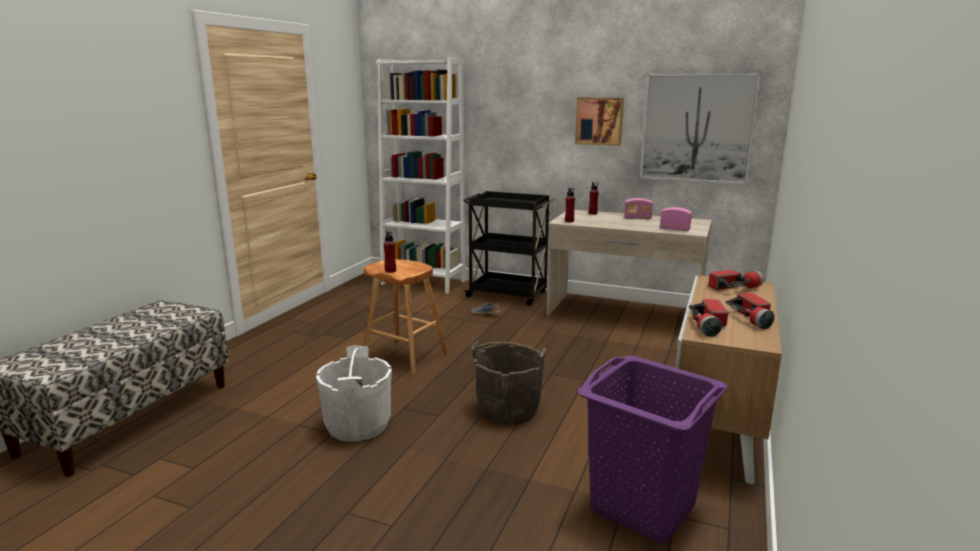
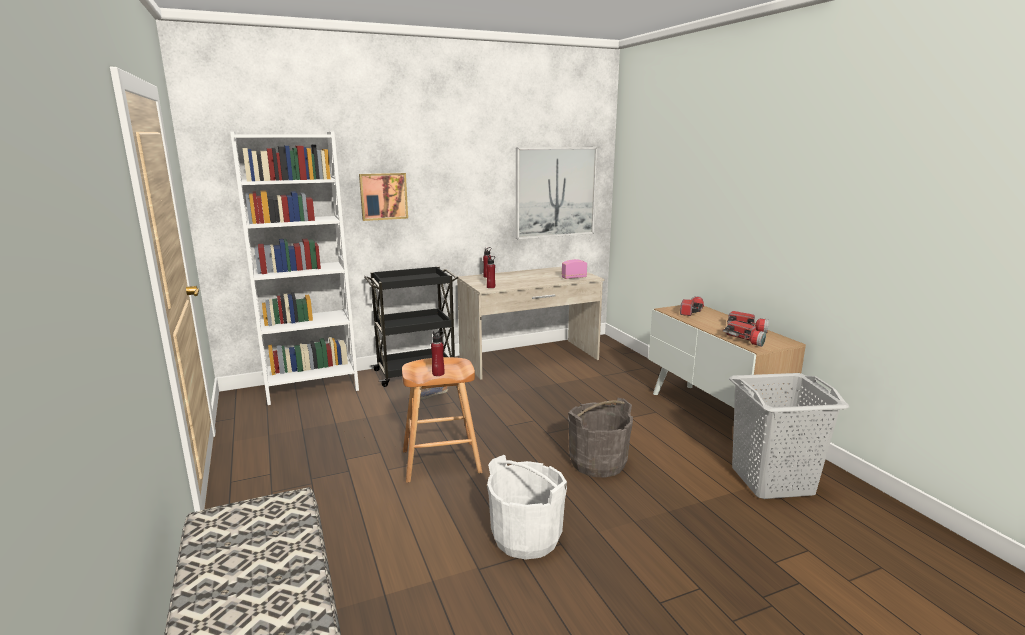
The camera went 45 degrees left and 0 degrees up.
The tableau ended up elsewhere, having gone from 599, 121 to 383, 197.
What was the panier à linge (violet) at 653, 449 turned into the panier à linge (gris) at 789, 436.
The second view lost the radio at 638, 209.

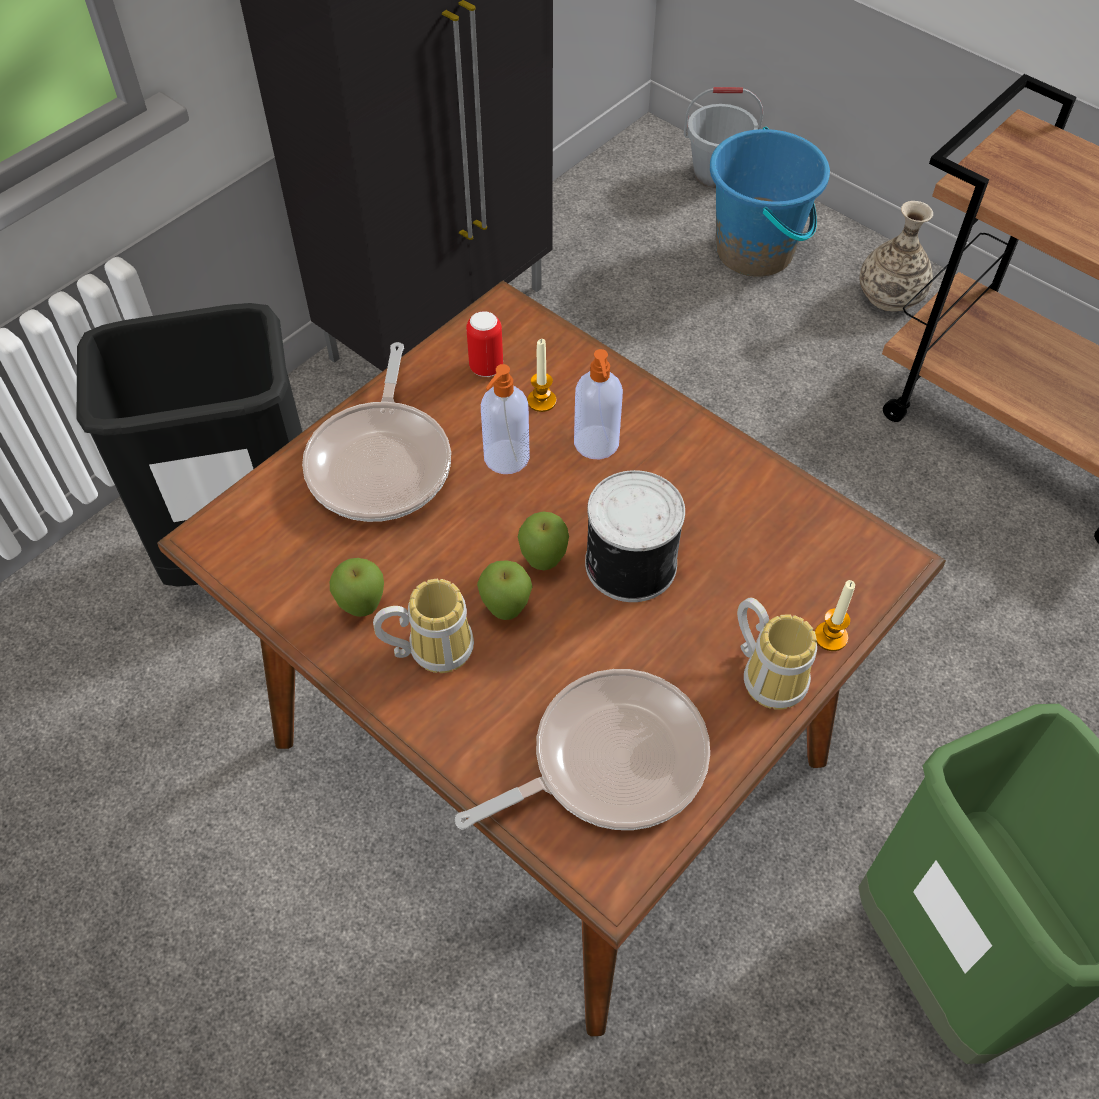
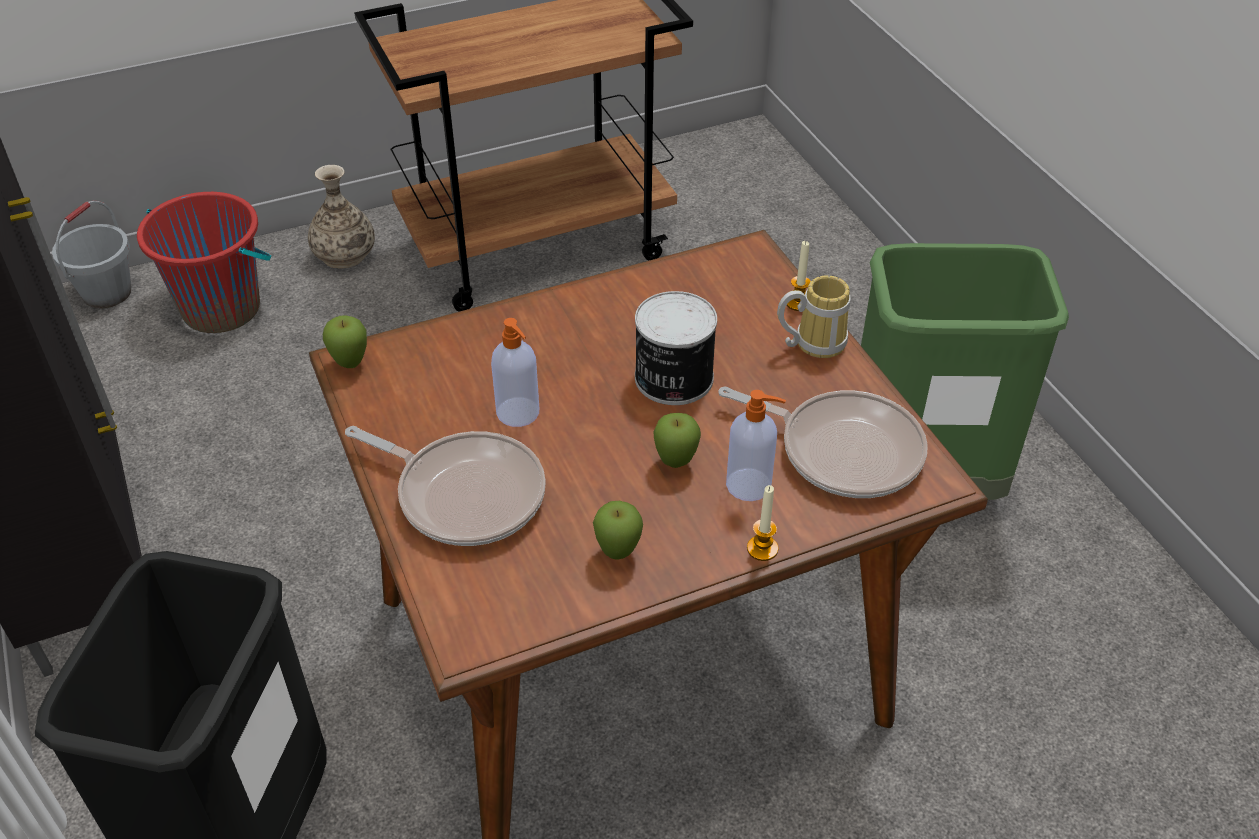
The camera went 65 degrees left and 10 degrees down.
The second view lost the mug at 423, 626.
The poêle at 582, 749 ended up facing another way, 120 degrees clockwise from before.
The second view lost the boîte métallique at 484, 344.
The pomme ended up elsewhere, having gone from 543, 540 to 345, 341.
The bougie ended up elsewhere, having gone from 541, 375 to 763, 523.
The distributeur de savon ended up elsewhere, having gone from 598, 404 to 756, 445.
What was the seau (bleu) at 770, 202 turned into the seau (rouge) at 204, 262.

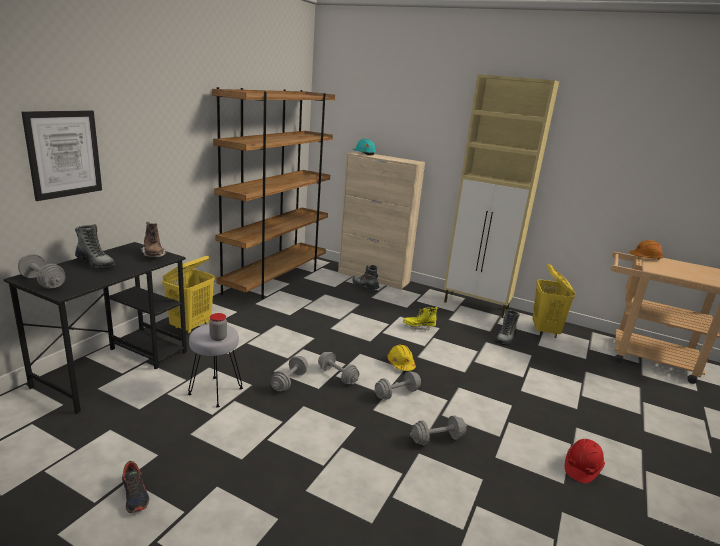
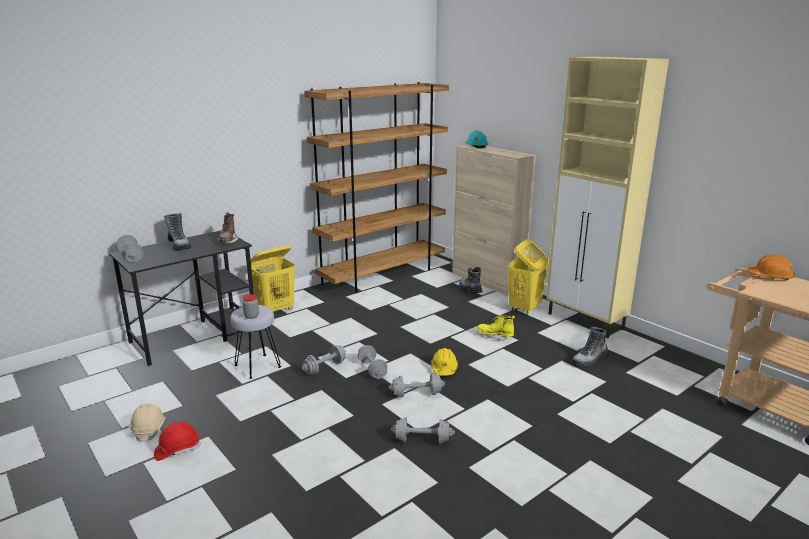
The camera went 25 degrees right and 0 degrees up.
The second view lost the tableau at 61, 155.
Where the chaussure stood at 135, 487, the casque de chantier (beige) came to stand at 147, 423.
The panier à linge (jaune) ended up elsewhere, having gone from 553, 301 to 528, 277.
The casque de chantier (rouge) ended up elsewhere, having gone from 585, 461 to 177, 441.

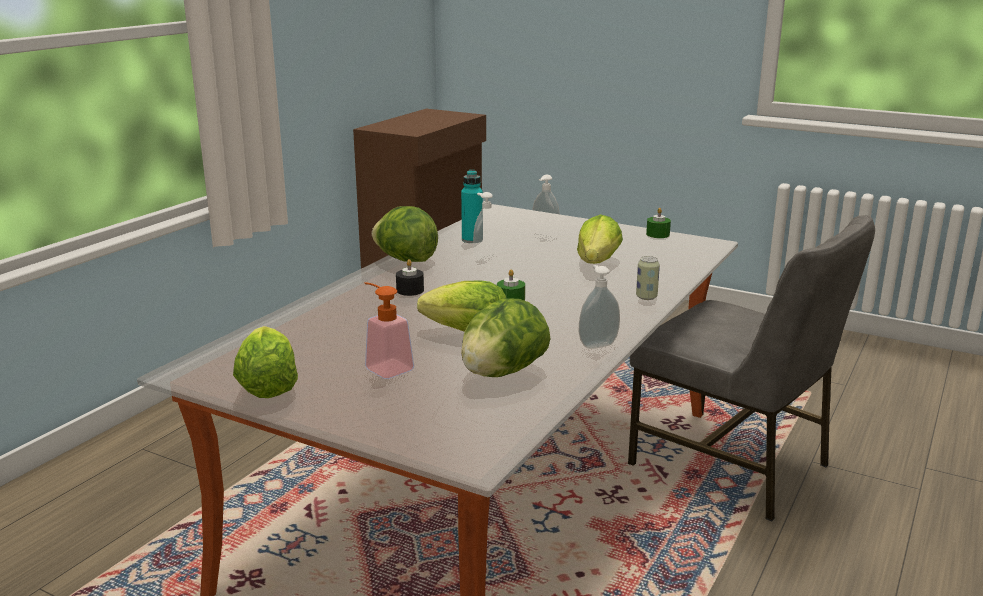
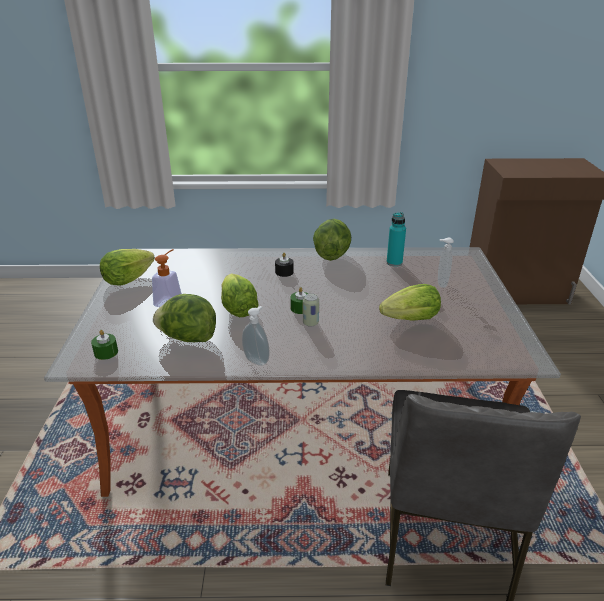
The camera went 60 degrees right and 10 degrees up.
The second view lost the distributeur de savon at 486, 225.
The boîte métallique ended up elsewhere, having gone from 648, 278 to 311, 310.
The bougie (vert) ended up elsewhere, having gone from 658, 223 to 104, 345.

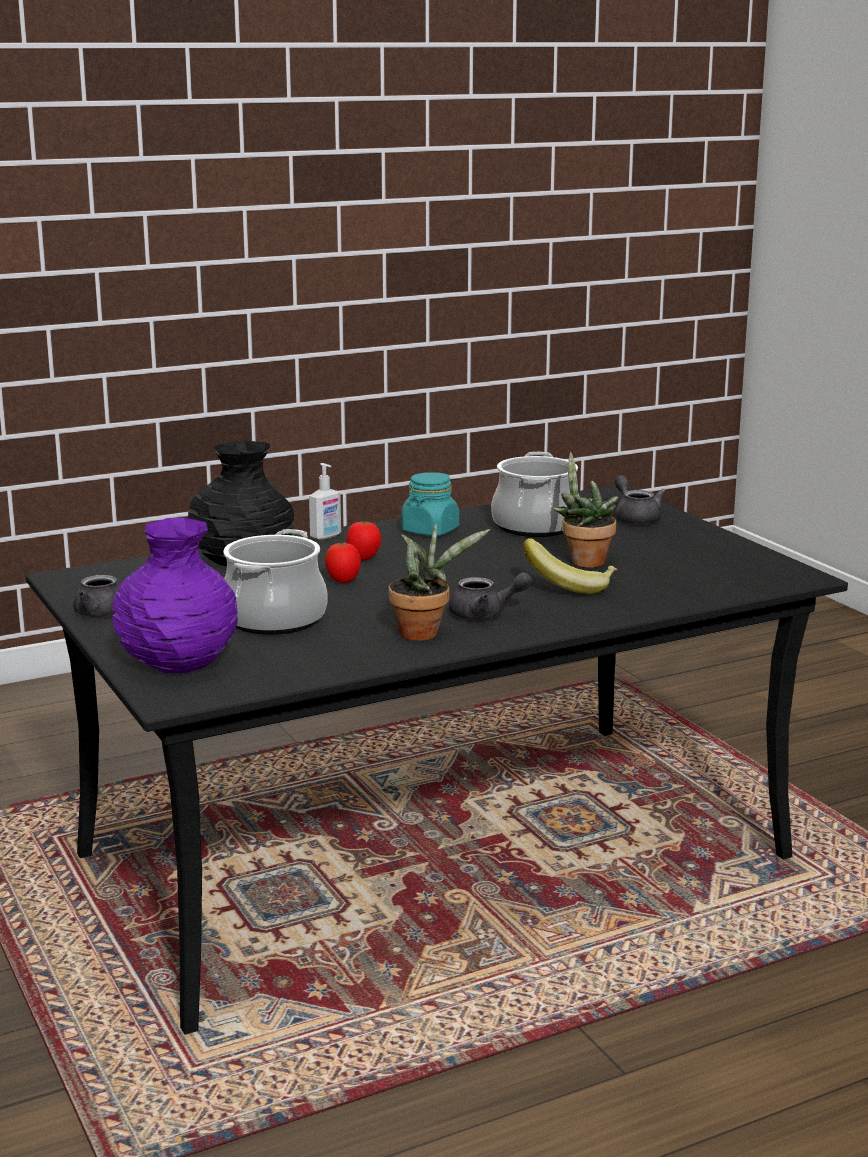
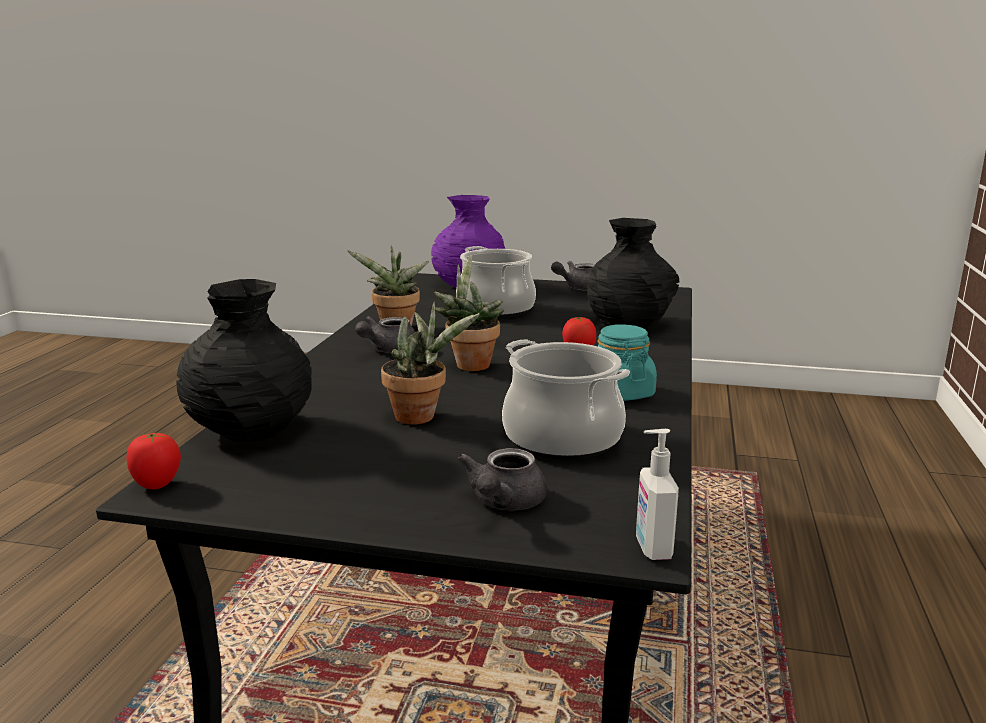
The camera went 130 degrees right and 0 degrees up.
The distributeur de savon ended up elsewhere, having gone from 325, 501 to 657, 494.
The tomate ended up elsewhere, having gone from 343, 562 to 154, 460.
The second view lost the banane at 570, 566.
The théière (gris) at 640, 500 ended up facing another way, 90 degrees clockwise from before.
The second view gained the vase (noir) at 244, 360.
The second view gained the plante en pot at 469, 313.

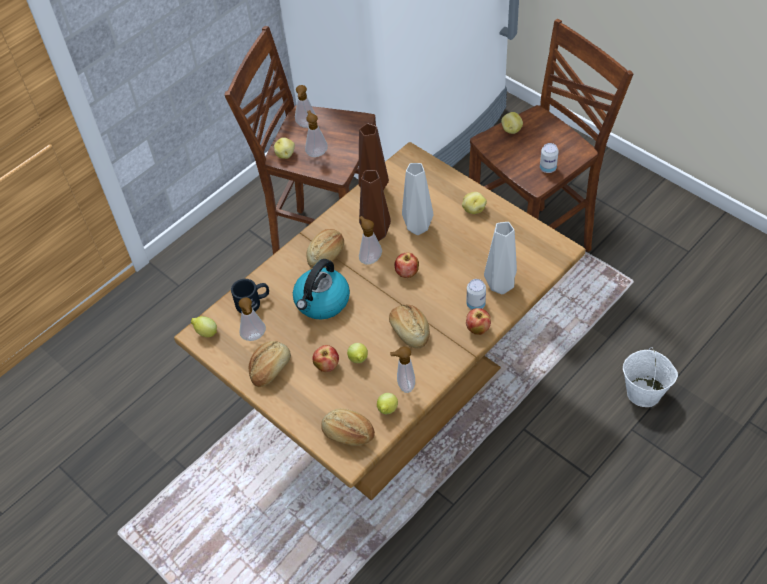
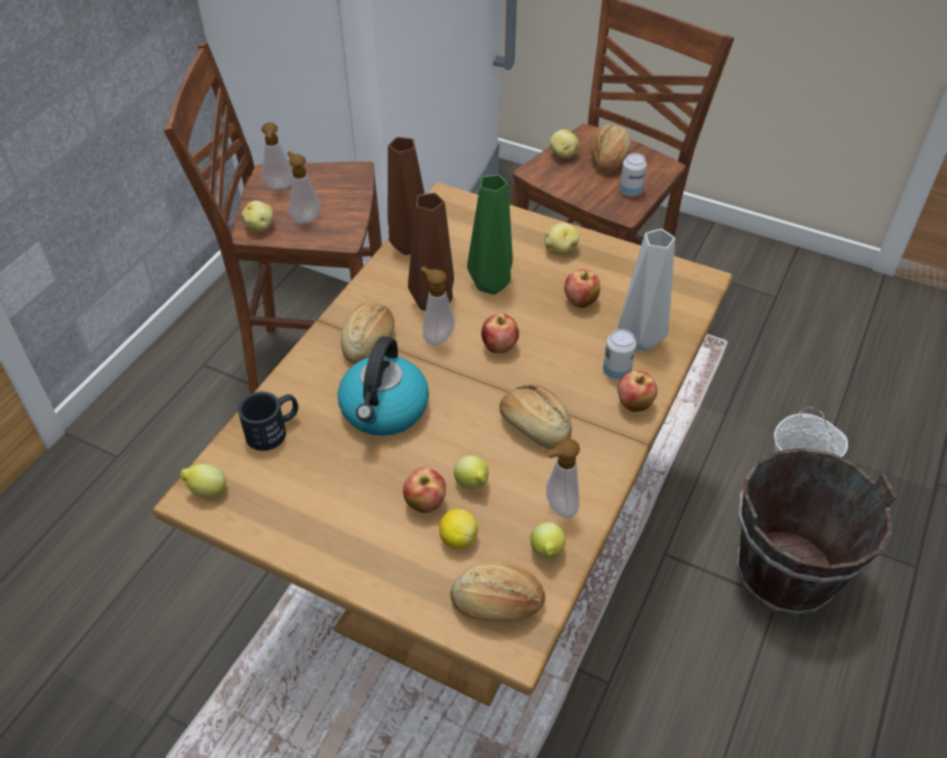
The camera went 20 degrees left and 5 degrees down.
The second view lost the distributeur de savon at 252, 319.
The pain ended up elsewhere, having gone from 270, 364 to 611, 148.
What was the vase (gris) at 418, 199 turned into the vase (vert) at 490, 235.
The second view gained the citron at 458, 529.
The second view gained the pomme at 582, 288.
The second view gained the seau (marron) at 817, 532.

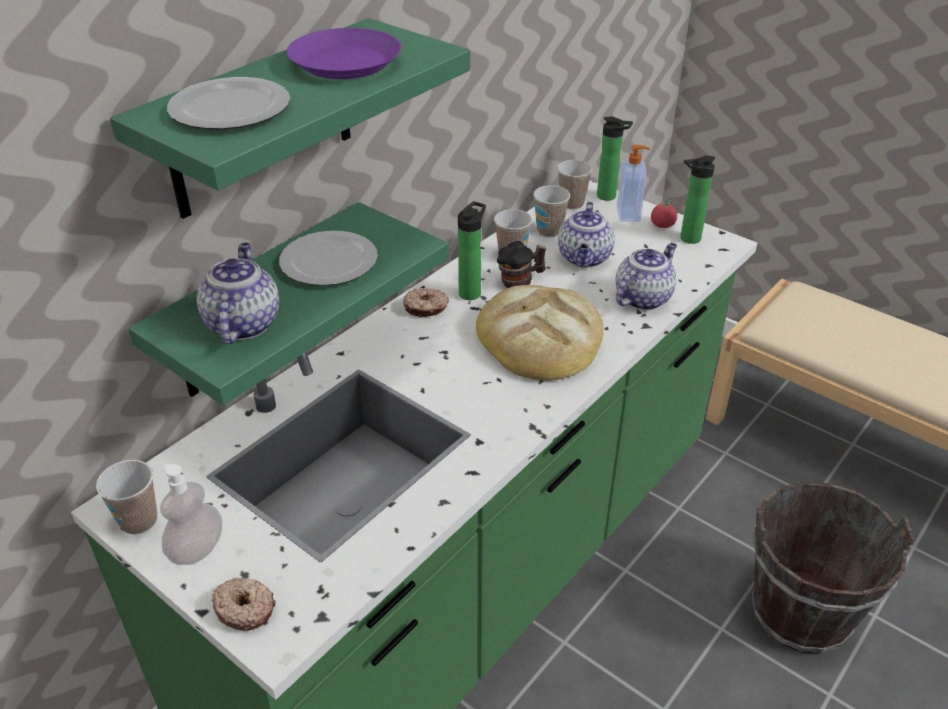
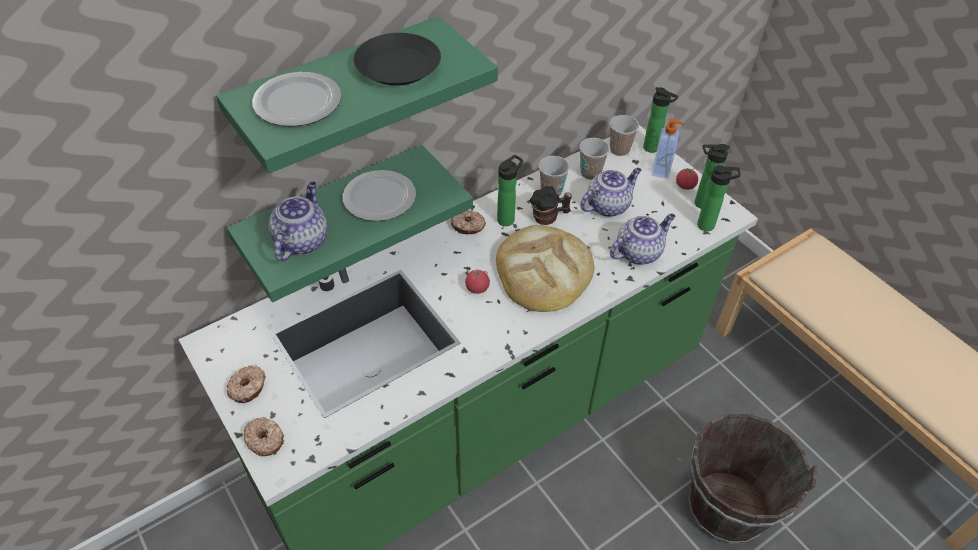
The camera went 15 degrees right and 10 degrees up.
The second view lost the tasse at 126, 497.
Where the distributeur de savon stood at 191, 514, the beignet came to stand at 246, 384.
What was the assiette (violet) at 344, 53 turned into the assiette (noir) at 397, 59.
The théière at 586, 234 ended up facing another way, 150 degrees counterclockwise from before.
The second view gained the tomate at 477, 282.
The second view gained the bouteille at 719, 198.

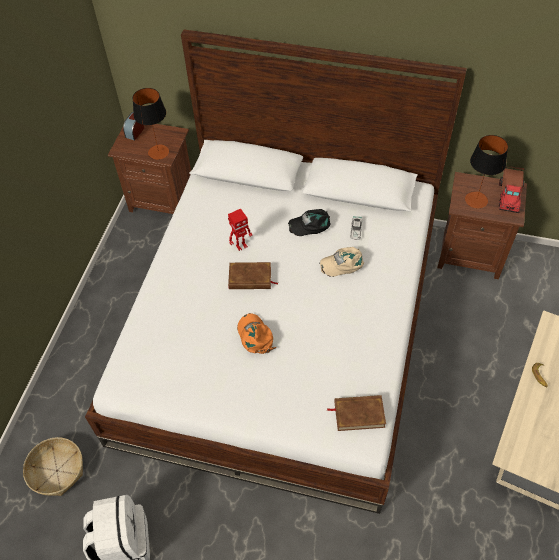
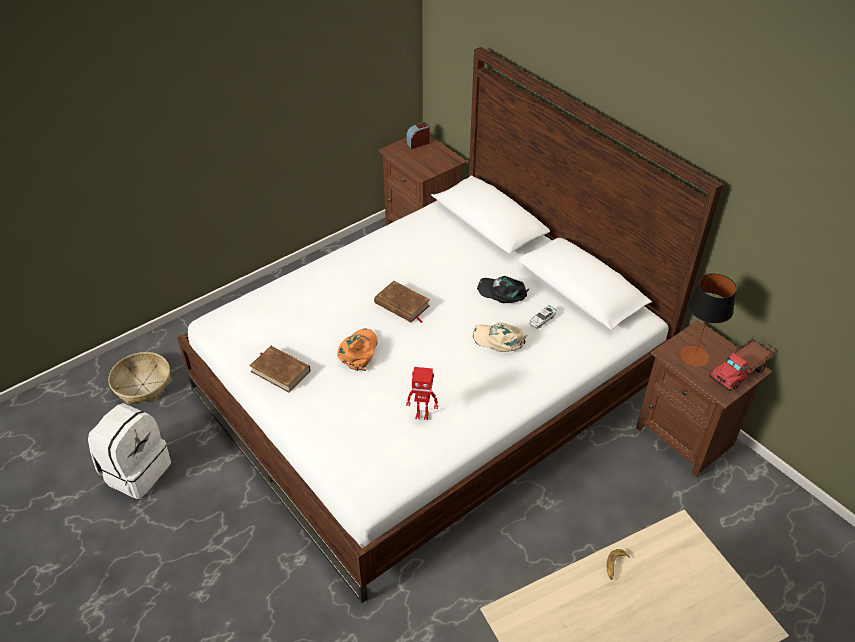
The camera went 35 degrees right and 10 degrees down.
The second view lost the lampe de table at 151, 124.
The robot jouet ended up elsewhere, having gone from 240, 230 to 422, 393.
The livre (marron) ended up elsewhere, having gone from 356, 413 to 279, 369.

